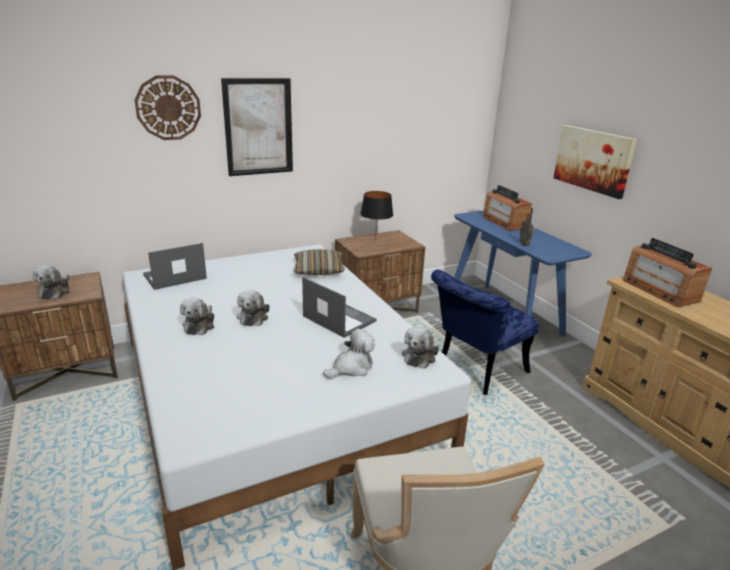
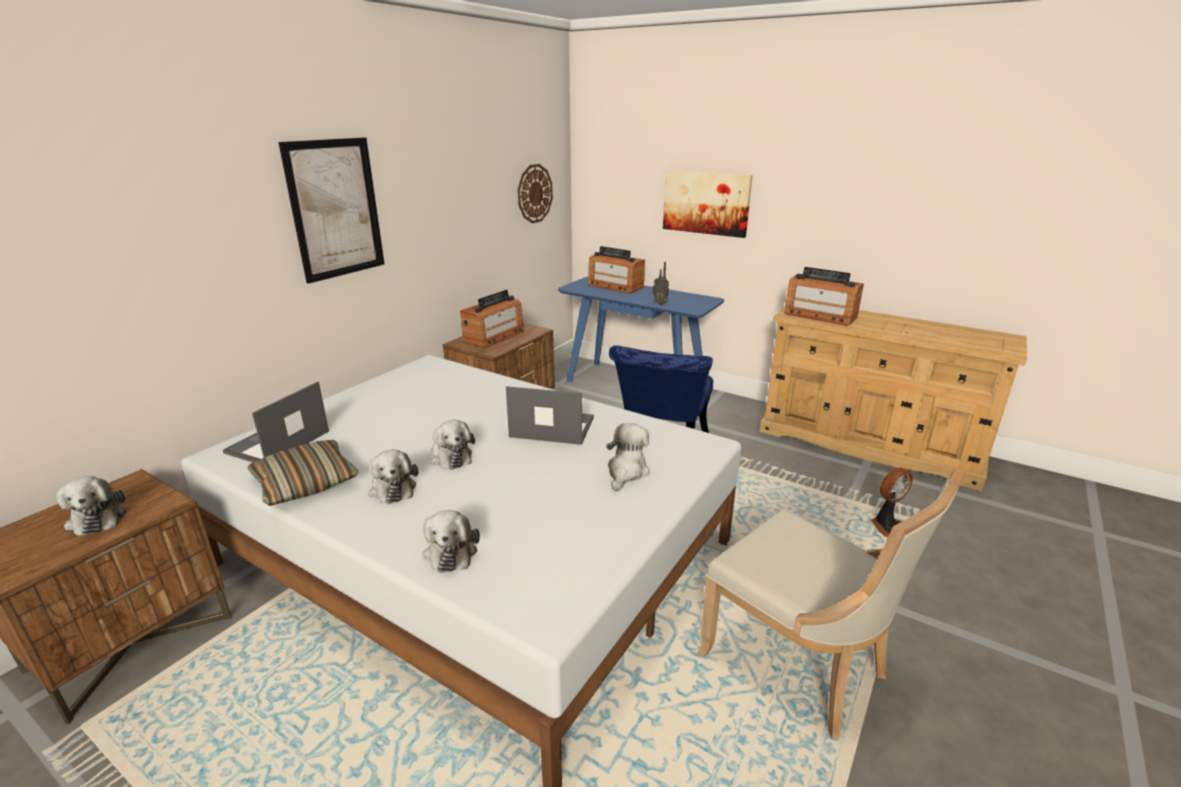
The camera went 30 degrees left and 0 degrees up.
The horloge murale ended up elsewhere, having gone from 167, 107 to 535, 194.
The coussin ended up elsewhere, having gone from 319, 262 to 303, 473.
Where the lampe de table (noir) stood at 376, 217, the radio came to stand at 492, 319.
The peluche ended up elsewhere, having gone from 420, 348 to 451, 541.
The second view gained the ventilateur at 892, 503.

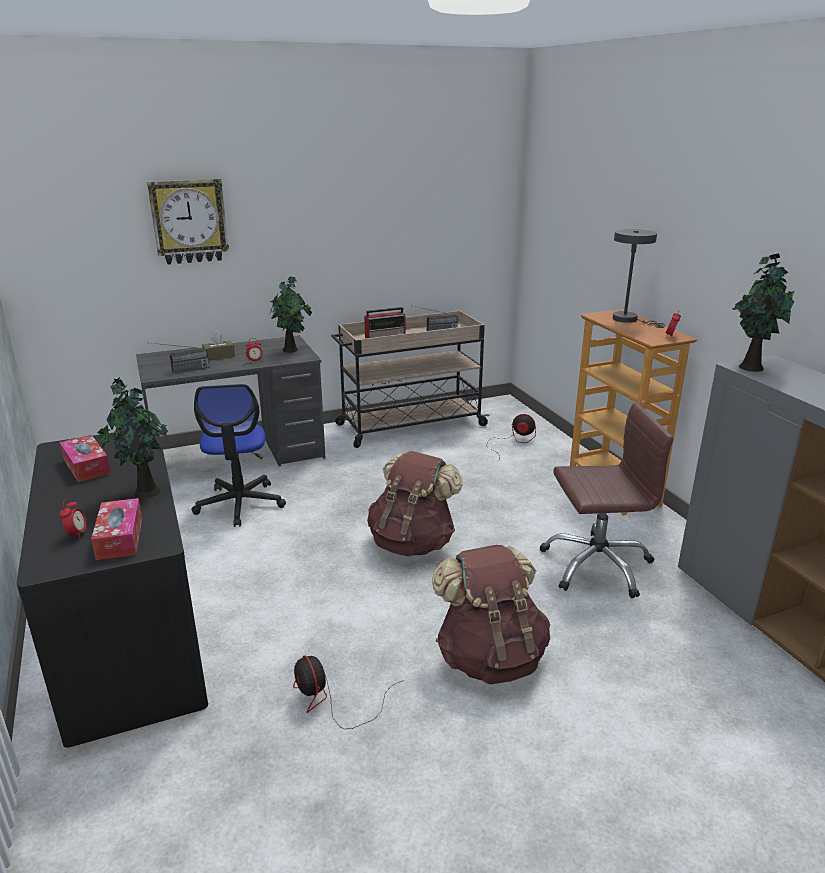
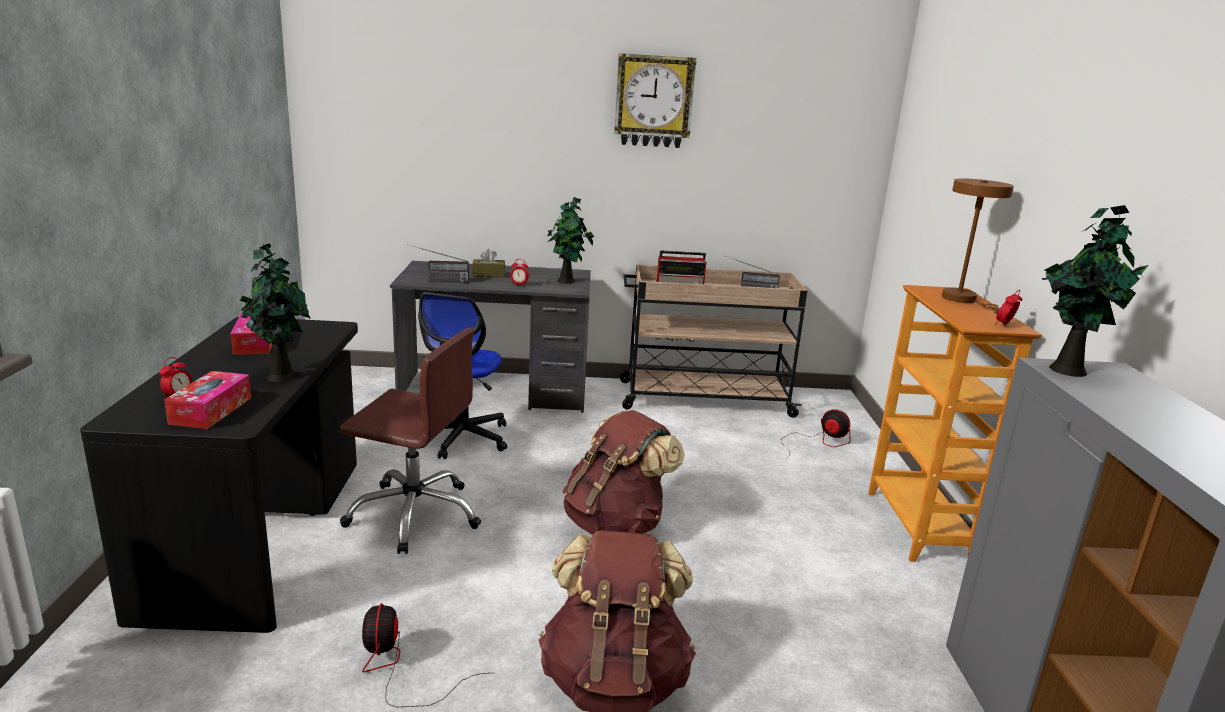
The camera went 20 degrees right and 5 degrees down.
The horloge murale ended up elsewhere, having gone from 188, 222 to 655, 100.
The chaise de bureau (marron) ended up elsewhere, having gone from 607, 500 to 410, 441.
What was the lampe de table (gris) at 639, 278 turned into the lampe de table (marron) at 978, 246.

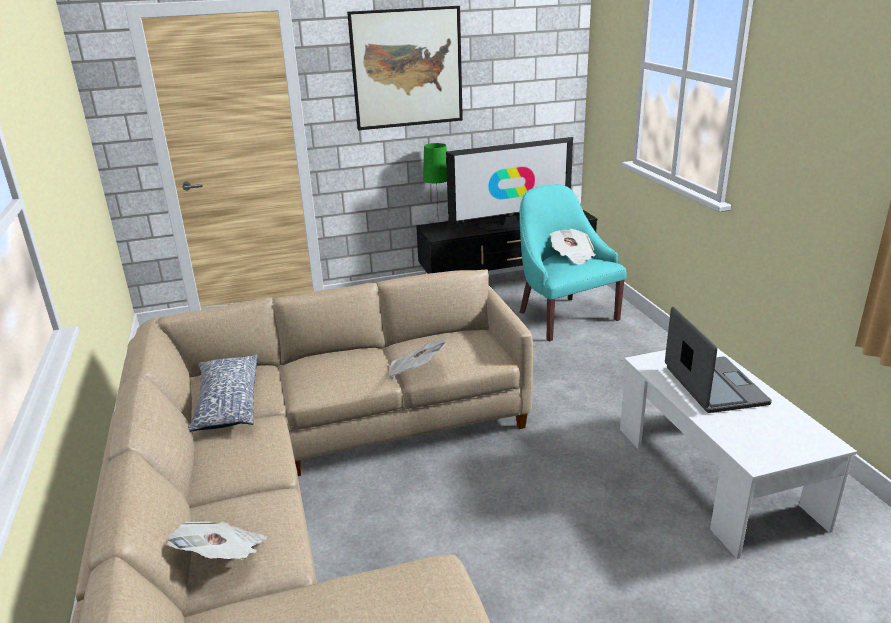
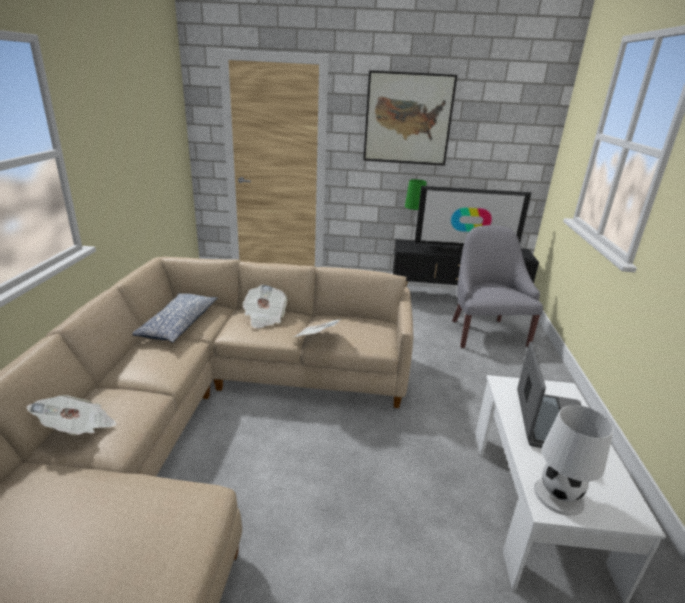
The camera went 20 degrees right and 0 degrees up.
What was the fauteuil (turquoise) at 573, 263 turned into the fauteuil (gris) at 497, 286.
The journal ended up elsewhere, having gone from 573, 247 to 265, 306.
The second view gained the lampe de table (blanc) at 573, 460.

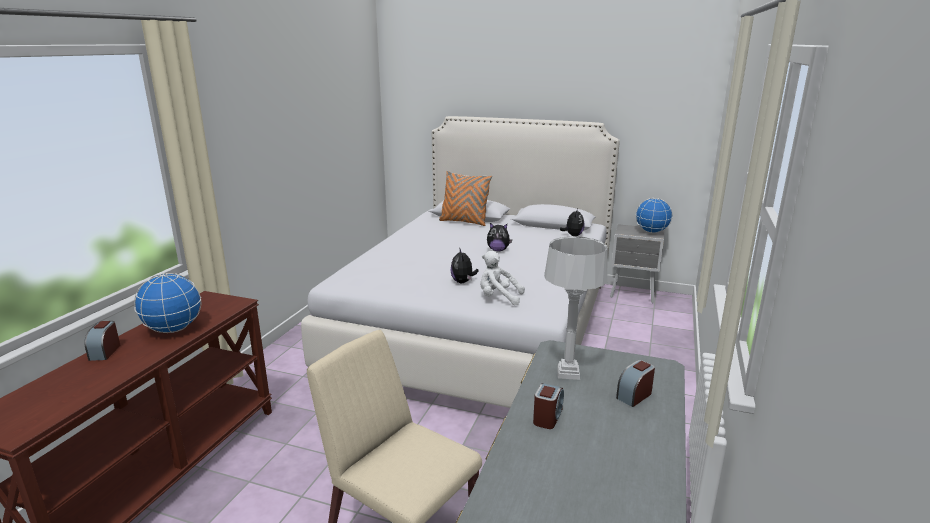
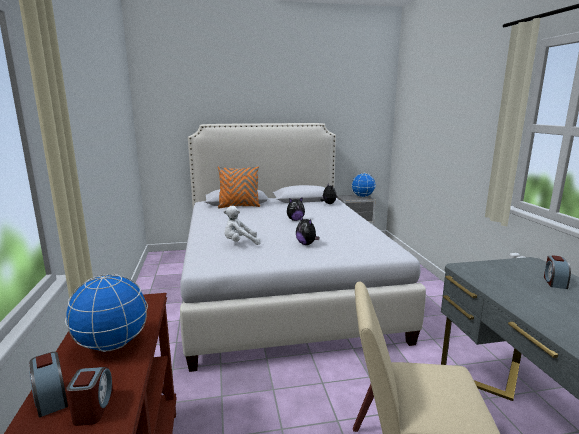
The camera went 30 degrees left and 5 degrees down.
The peluche (blanc) ended up elsewhere, having gone from 502, 278 to 242, 225.
The réveil ended up elsewhere, having gone from 548, 406 to 89, 396.
The second view lost the lampe de table (gris) at 576, 308.

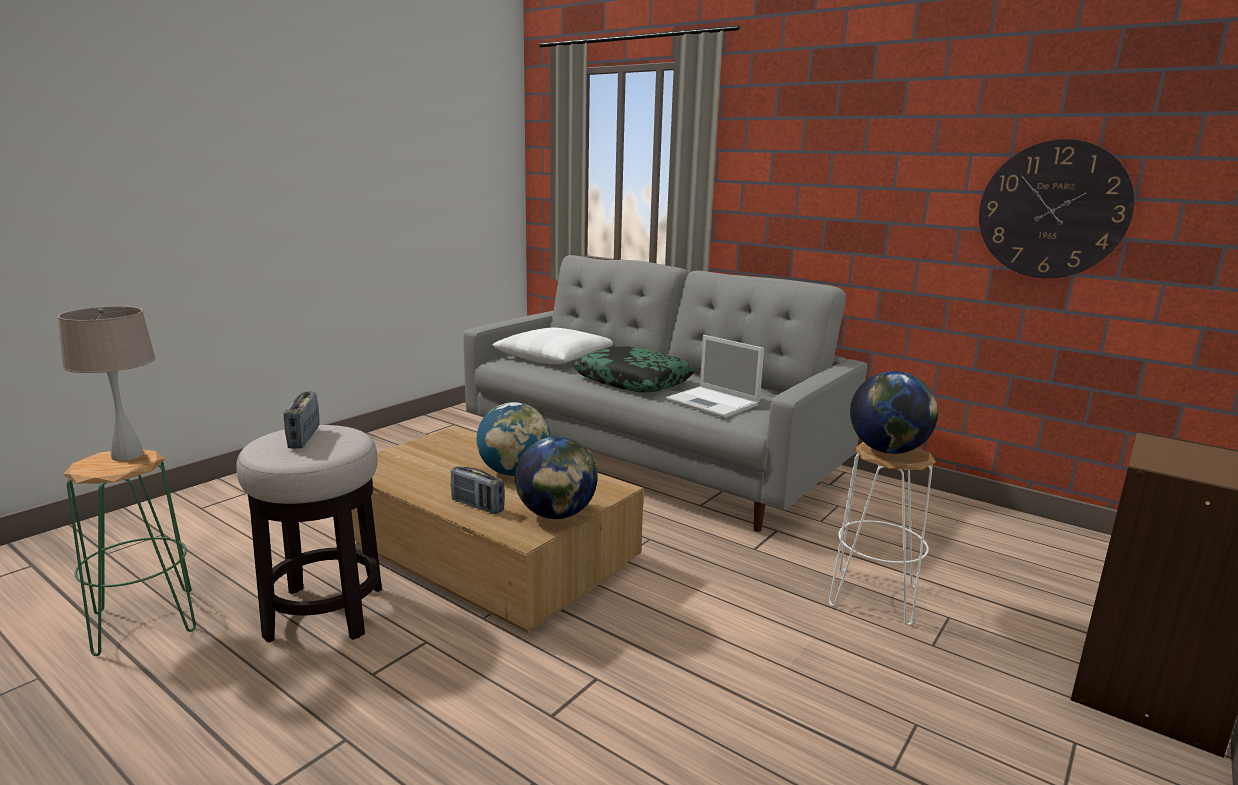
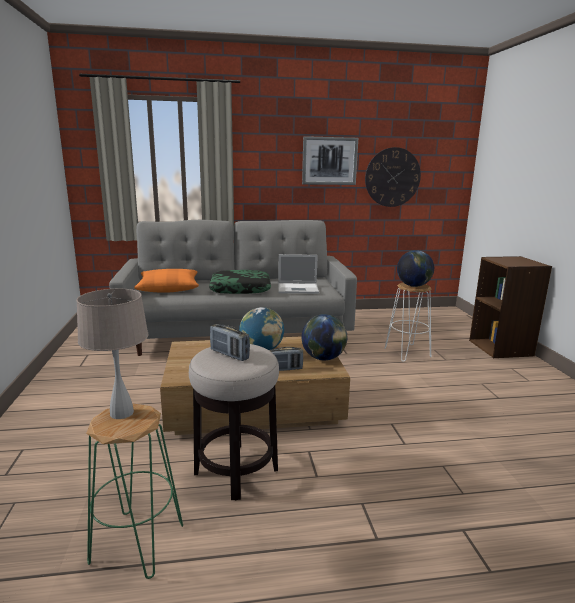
The camera went 45 degrees left and 0 degrees up.
What was the coussin (blanc) at 553, 345 turned into the coussin (orange) at 166, 281.
The second view gained the tableau at 330, 160.

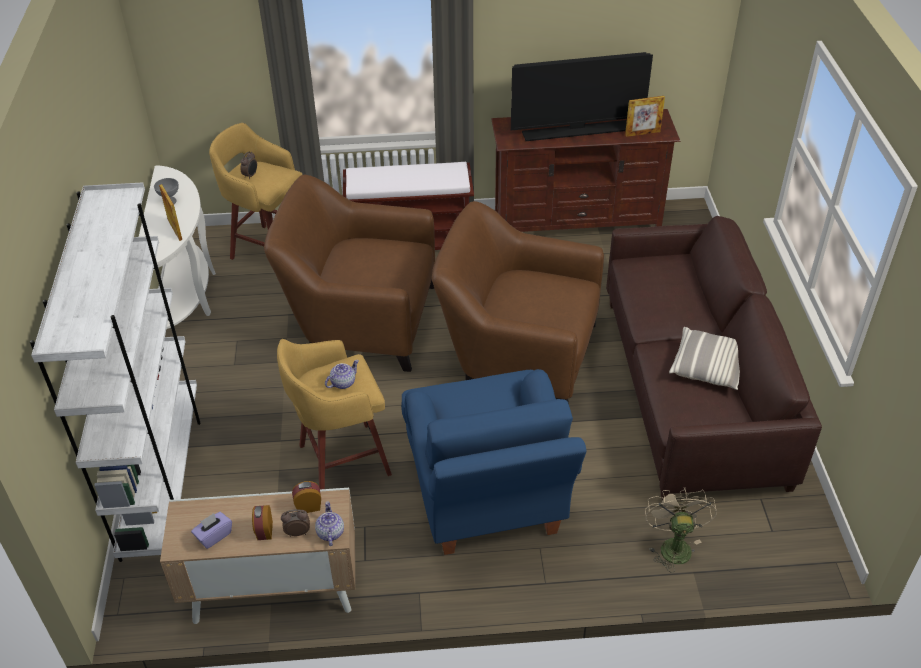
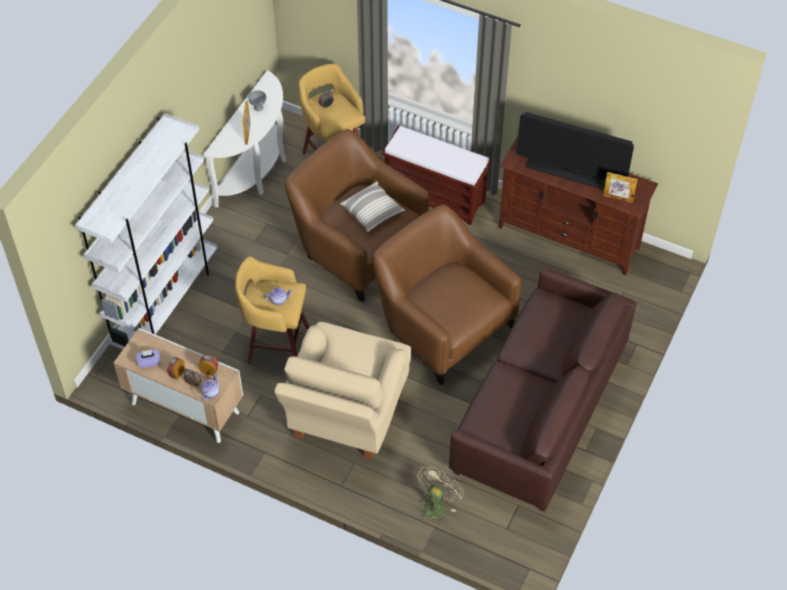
The camera went 30 degrees right and 10 degrees up.
What was the fauteuil (bleu) at 493, 462 turned into the fauteuil (beige) at 342, 390.
The coussin ended up elsewhere, having gone from 704, 358 to 372, 206.

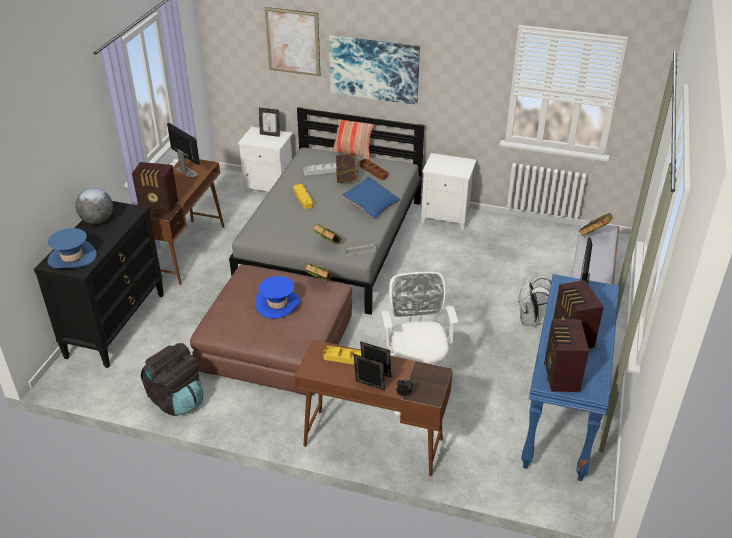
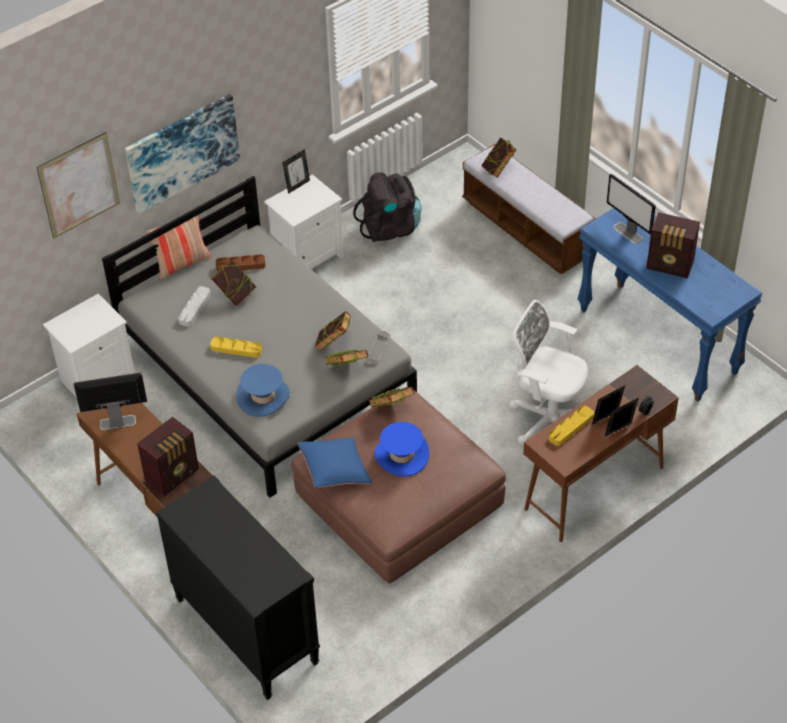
The camera went 55 degrees left and 10 degrees up.
The chapeau (bleu) ended up elsewhere, having gone from 72, 248 to 263, 390.
The second view lost the globe at 94, 206.
The sac à dos (noir) ended up elsewhere, having gone from 172, 379 to 387, 207.
The cadre photo ended up elsewhere, having gone from 269, 122 to 296, 171.
The coussin (bleu) ended up elsewhere, having gone from 371, 198 to 334, 463.
The second view lost the sac à dos (blanc) at 534, 301.
The second view lost the radio at 566, 355.
The second view gained the livre at 333, 331.

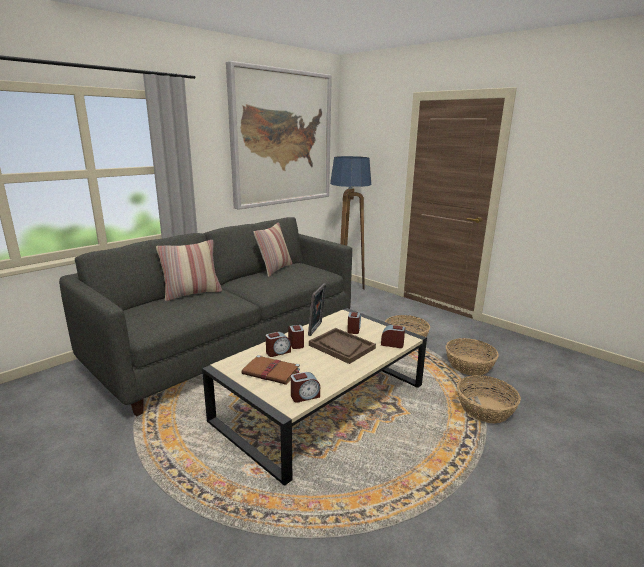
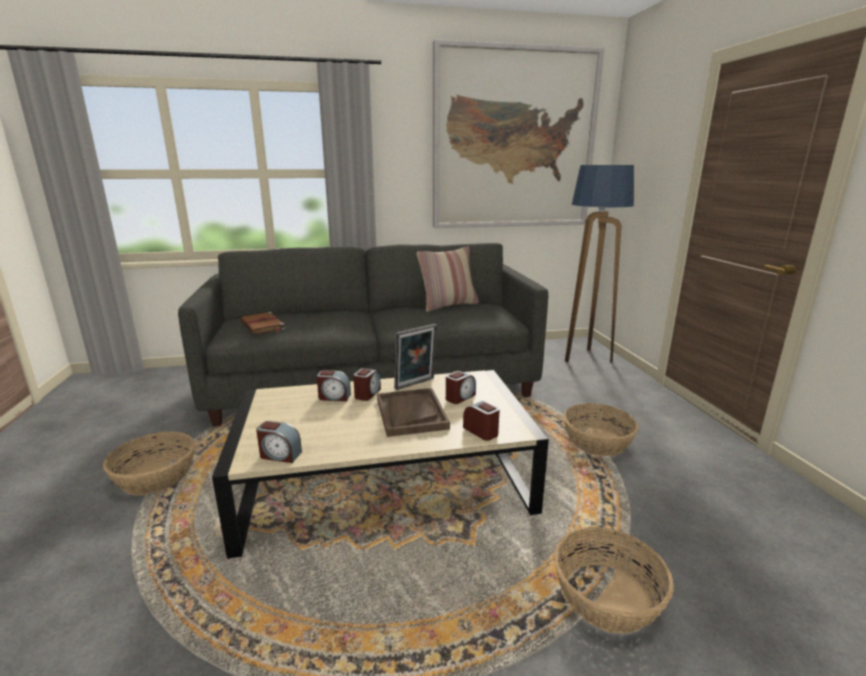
The camera went 35 degrees right and 0 degrees up.
The second view lost the coussin at 189, 270.
The livre (marron) ended up elsewhere, having gone from 270, 370 to 262, 323.
The panier ended up elsewhere, having gone from 472, 356 to 149, 464.

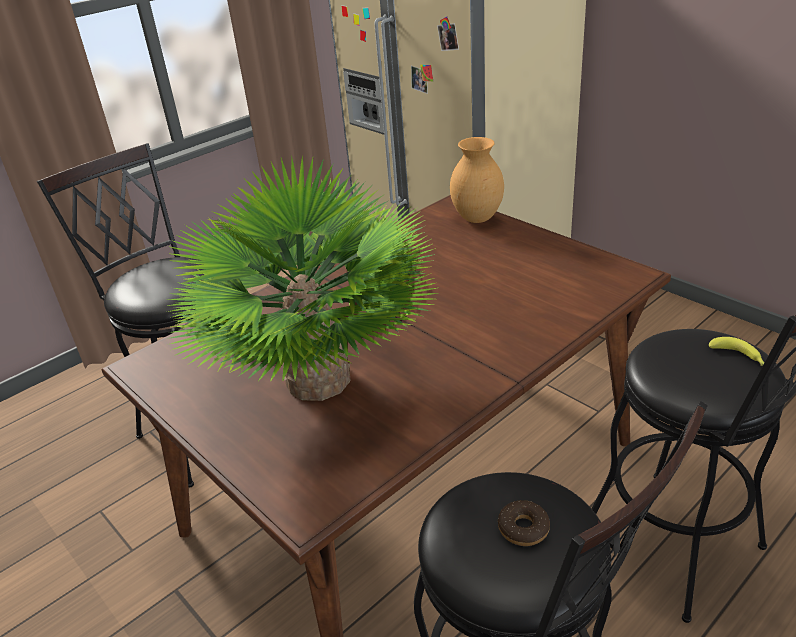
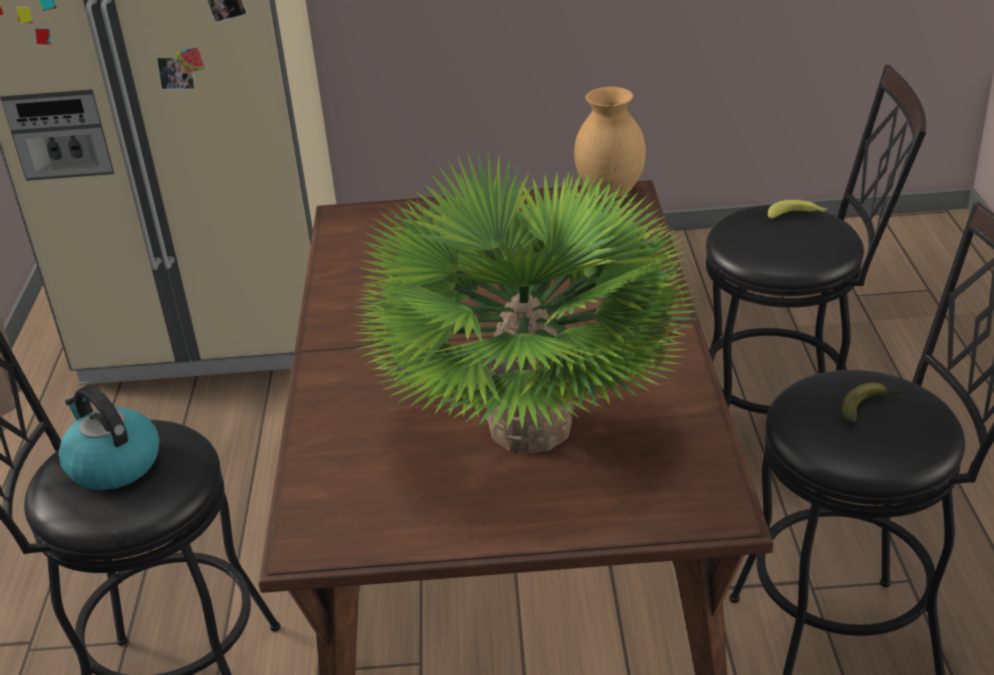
The camera went 50 degrees left and 0 degrees up.
The vase (marron) ended up elsewhere, having gone from 477, 180 to 610, 143.
Where the beignet stood at 524, 523, the banane came to stand at 872, 403.
The second view gained the bouilloire at 109, 437.

